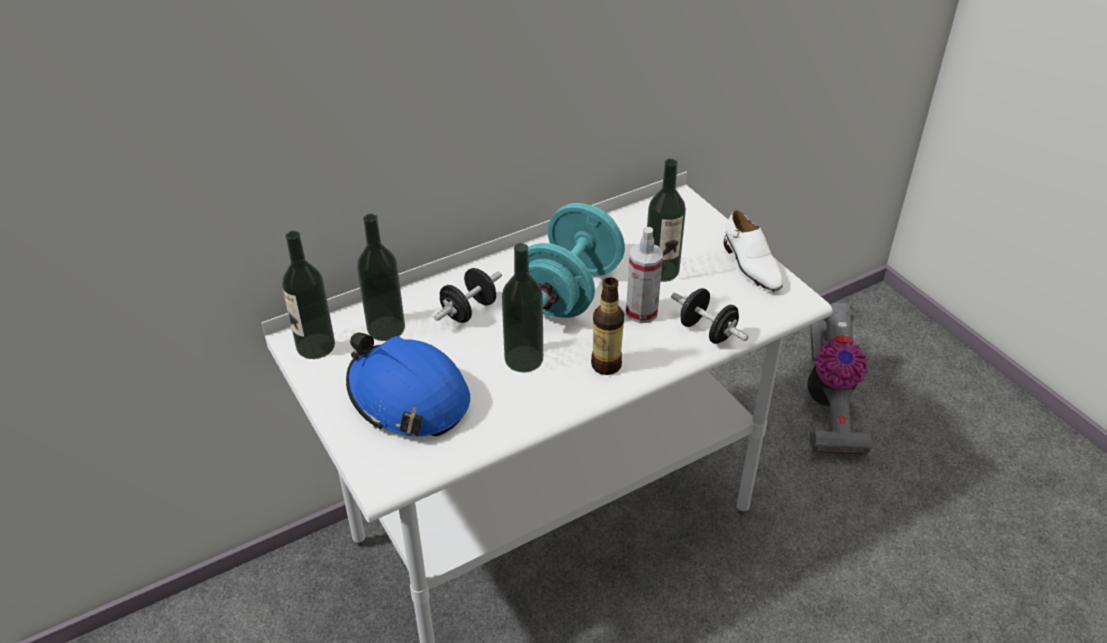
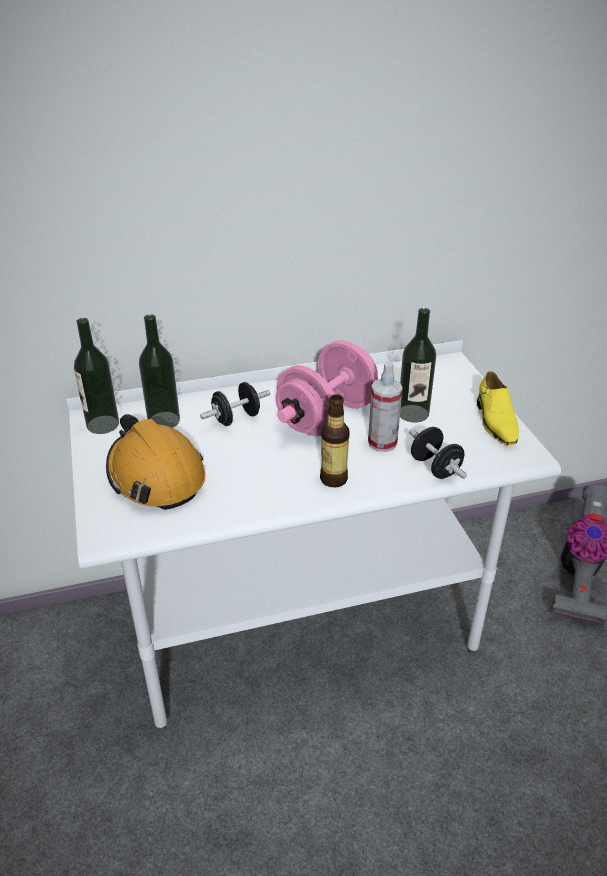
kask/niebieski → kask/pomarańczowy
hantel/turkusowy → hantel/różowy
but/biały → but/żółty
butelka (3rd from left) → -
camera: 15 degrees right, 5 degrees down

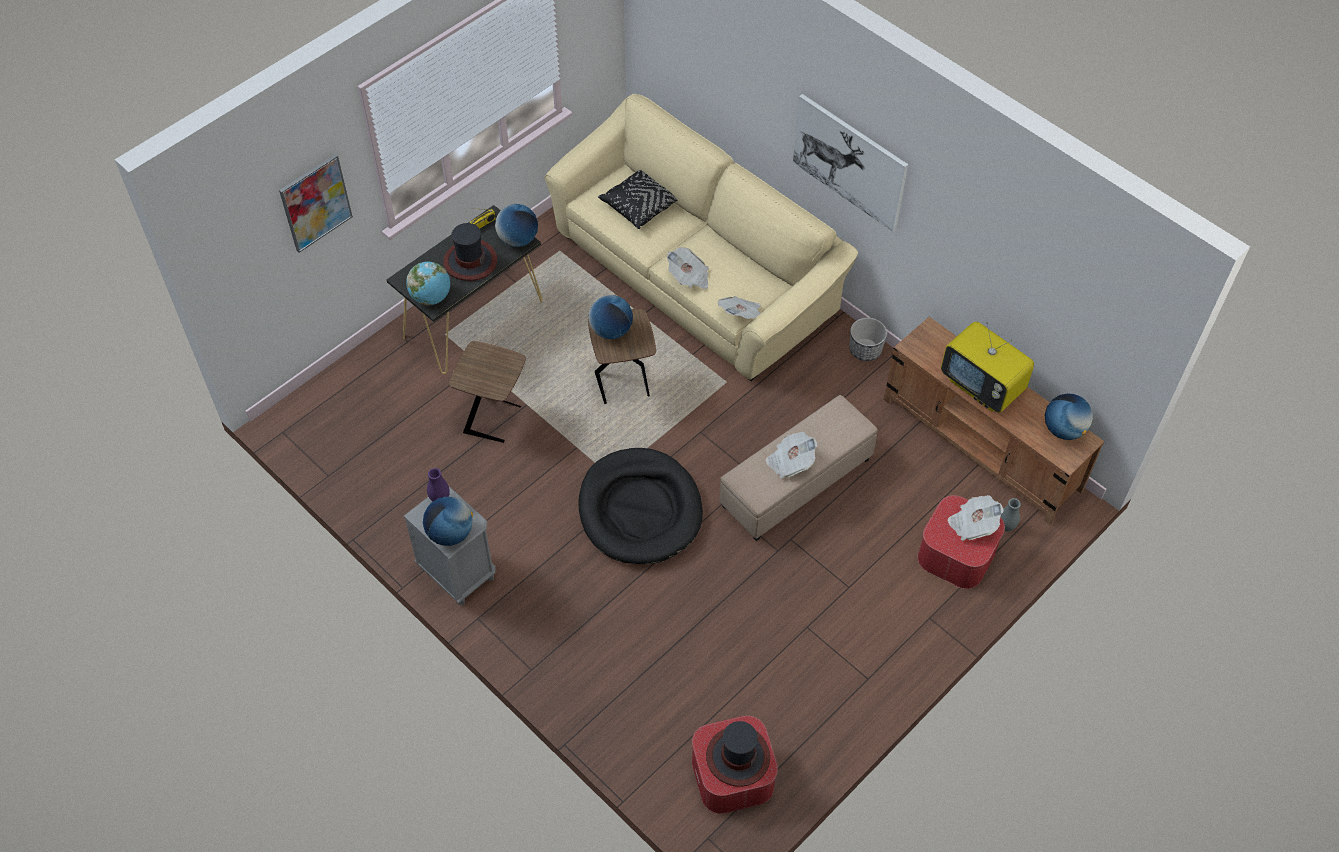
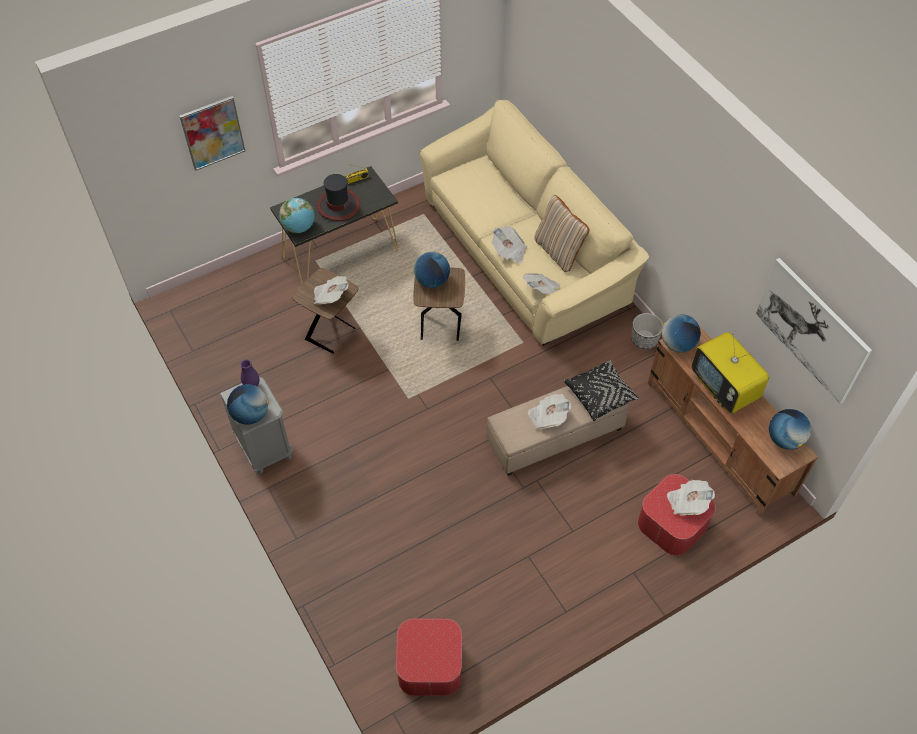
- → gazeta (1st from left)
- → poduszka/beżowy
poduszka/czarny, move
globus (3rd from left in the first image) → globus (4th from left), move
obraz (2nd from left), move
legowisko/czarny → -
kapelusz (2nd from left) → -
wazon/szary → -
camera: 15 degrees right, 0 degrees up

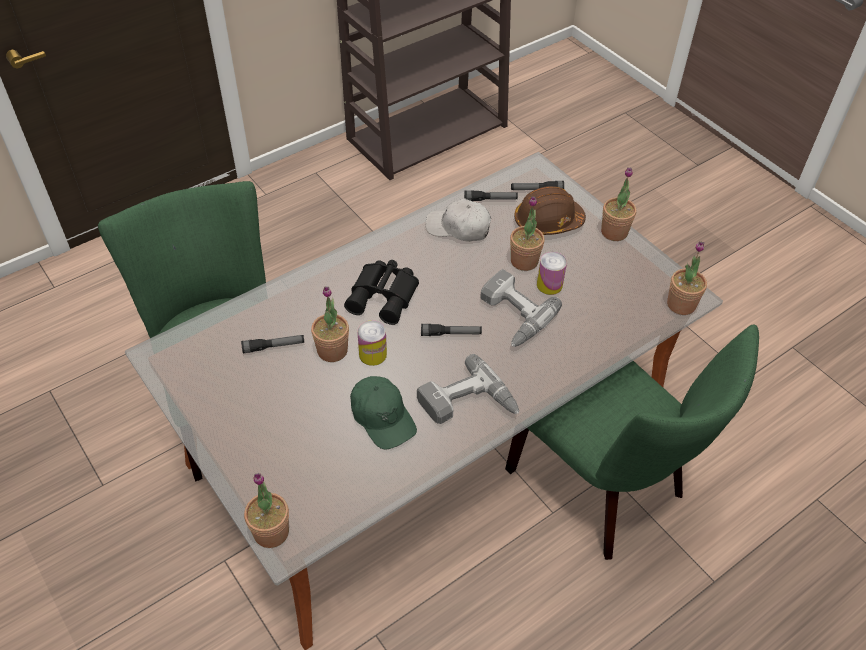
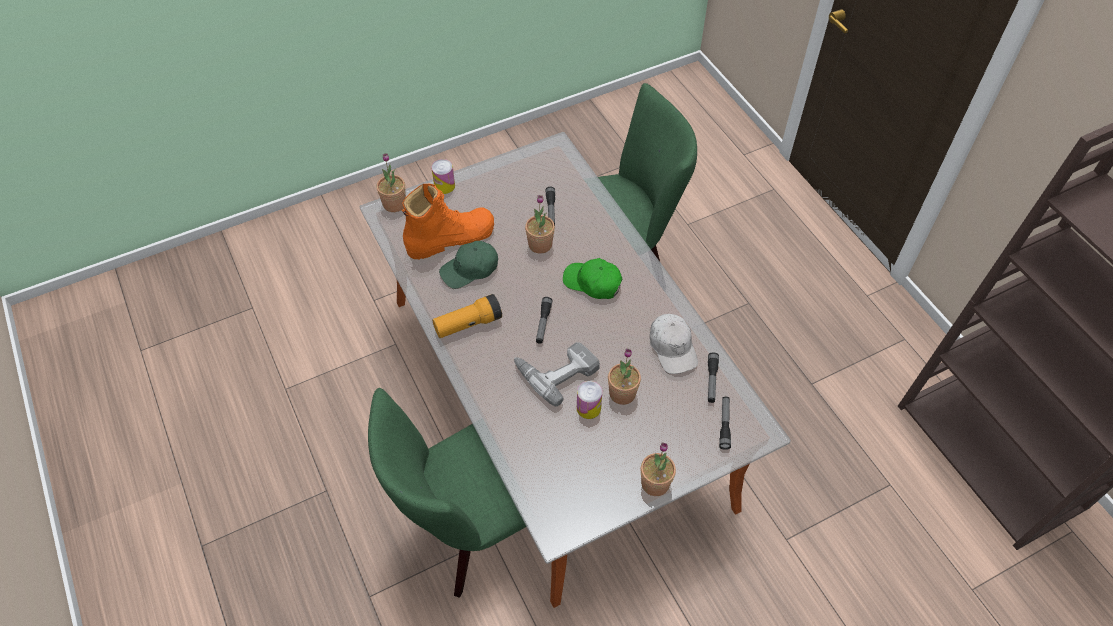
- → but z cholewką/pomarańczowy
puszka (1st from left), move
wiertarka (1st from left) → latarka (1st from left)
lornetka/czarny → czapka z daszkiem/zielony (2nd from left)
czapka z daszkiem/biały, 135 degrees clockwise
kask/brązowy → -
roślina doniczkowa (5th from left) → -
camera: 100 degrees right, 5 degrees up

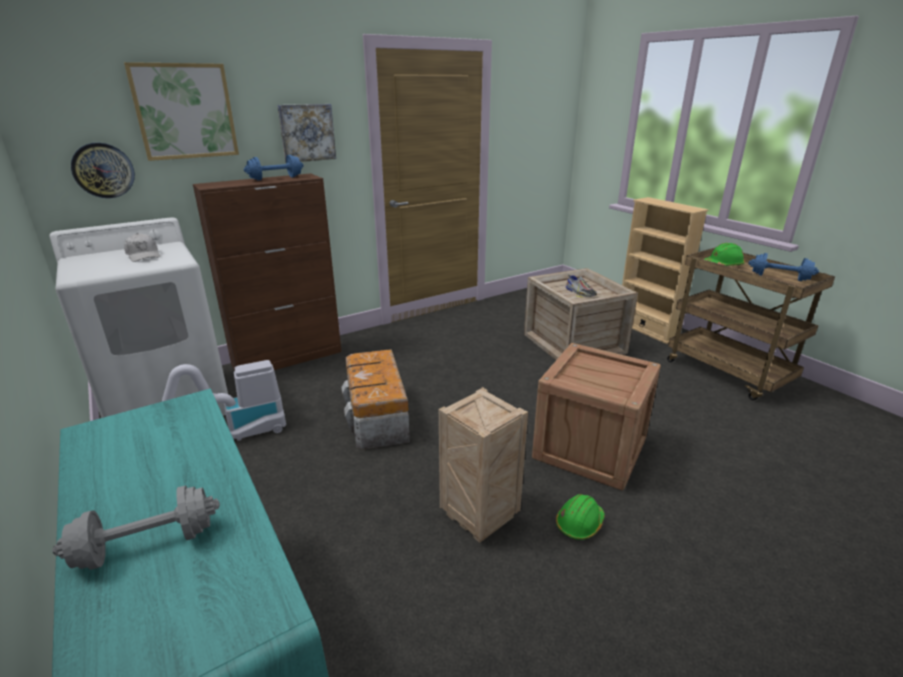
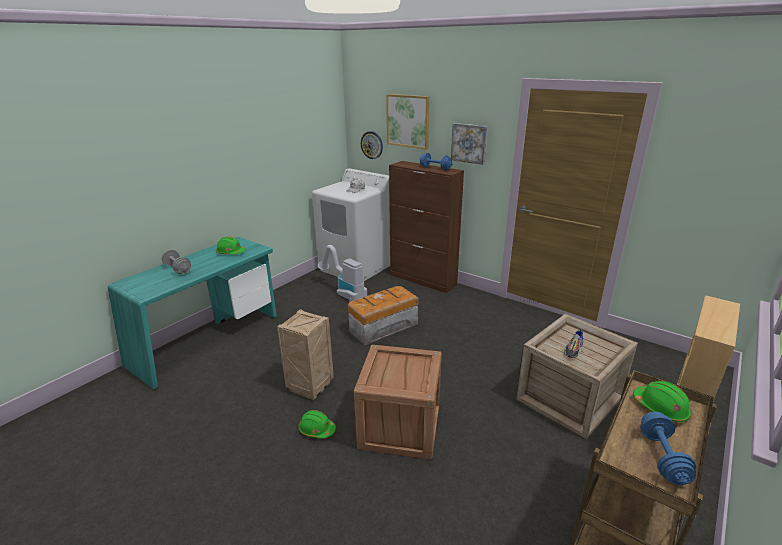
- → kask/zielony (1st from left)
camera: 70 degrees right, 0 degrees up

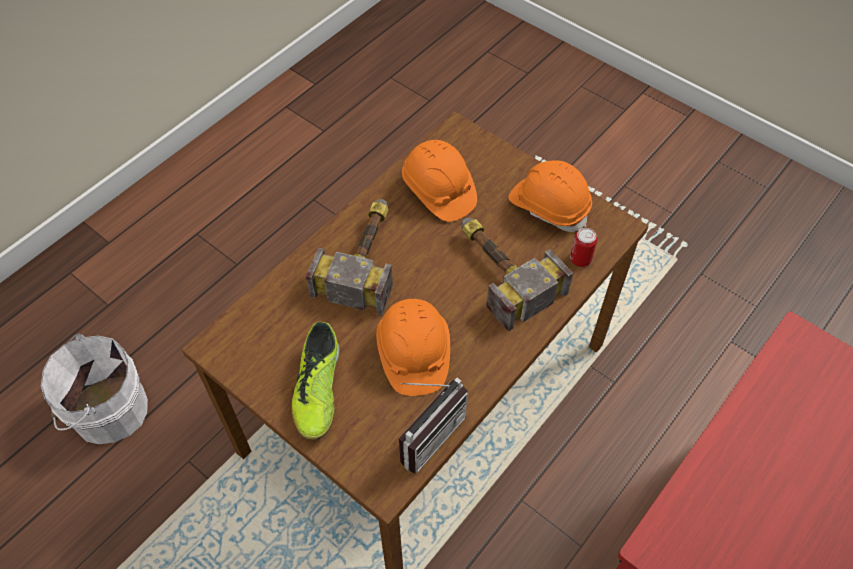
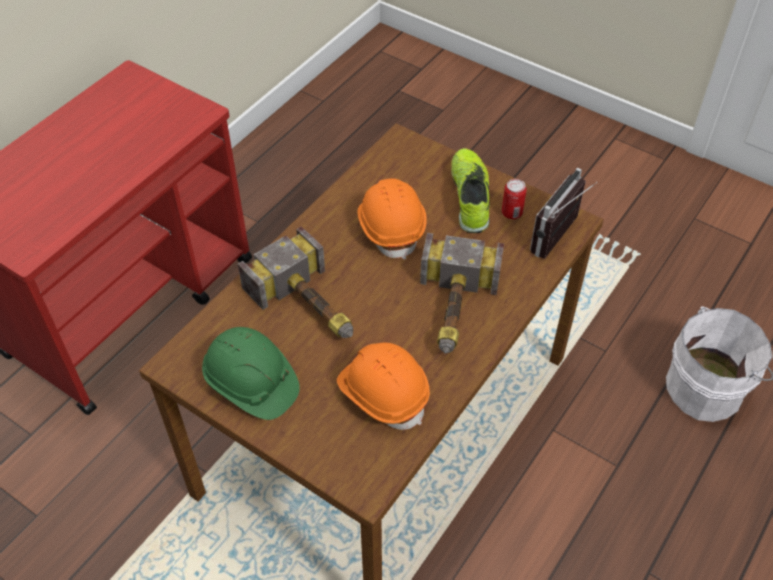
kask/pomarańczowy (3rd from left) → kask/zielony
puszka, move
radio, move
camera: 175 degrees right, 5 degrees down

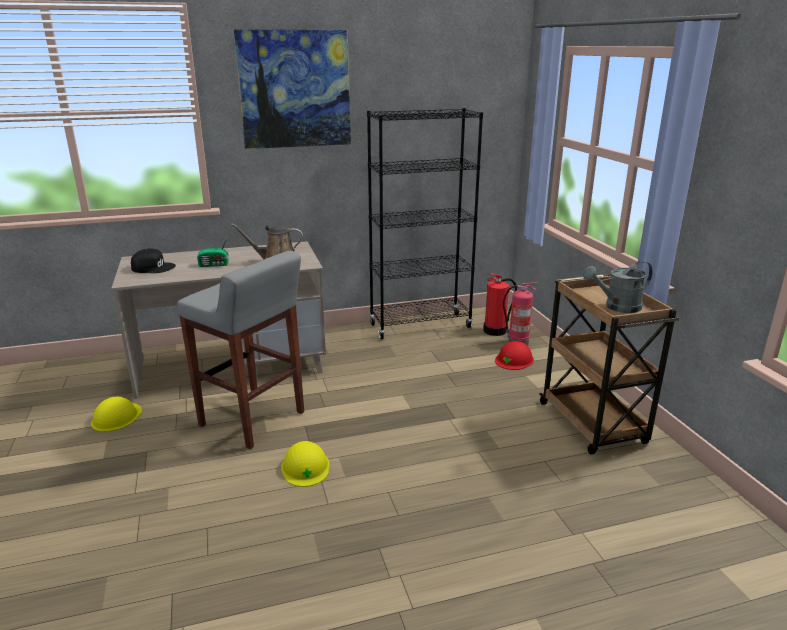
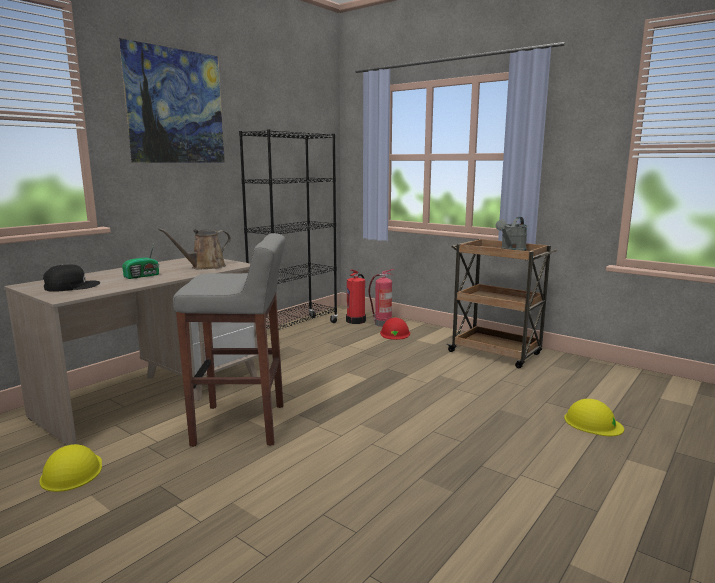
kask/żółty (2nd from left), move
camera: 35 degrees left, 10 degrees down

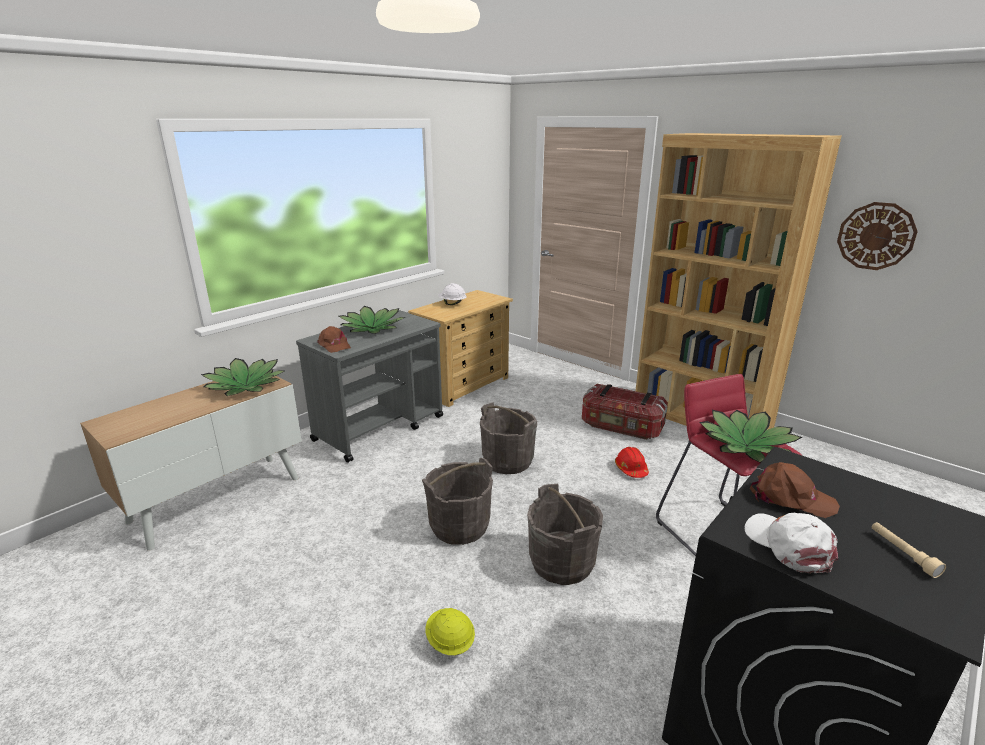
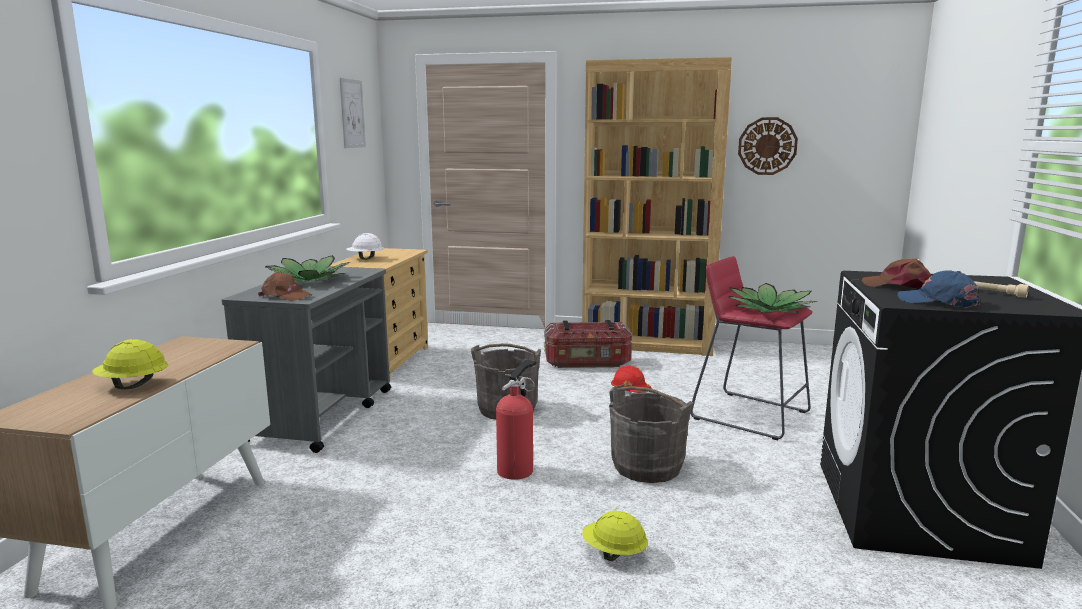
- → kask/żółty (1st from left)
- → obraz
wiadro/szary (1st from left) → gaśnica
czapka z daszkiem/brązowy (2nd from left), 135 degrees counterclockwise
czapka z daszkiem/biały → czapka z daszkiem/niebieski
roślina doniczkowa (1st from left) → -
camera: 30 degrees left, 10 degrees down

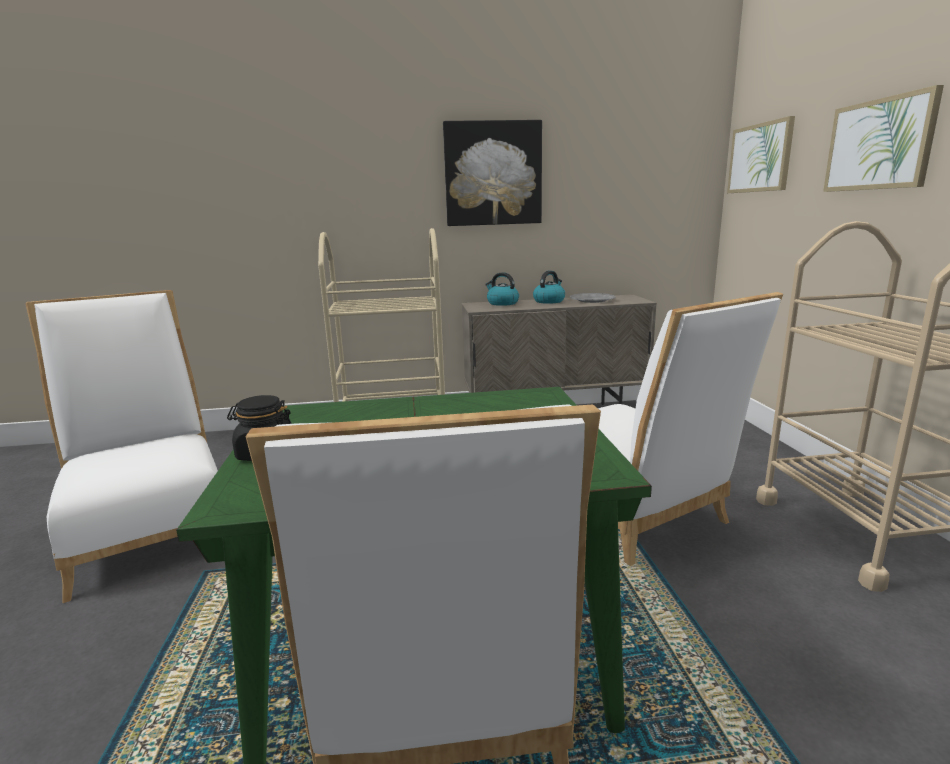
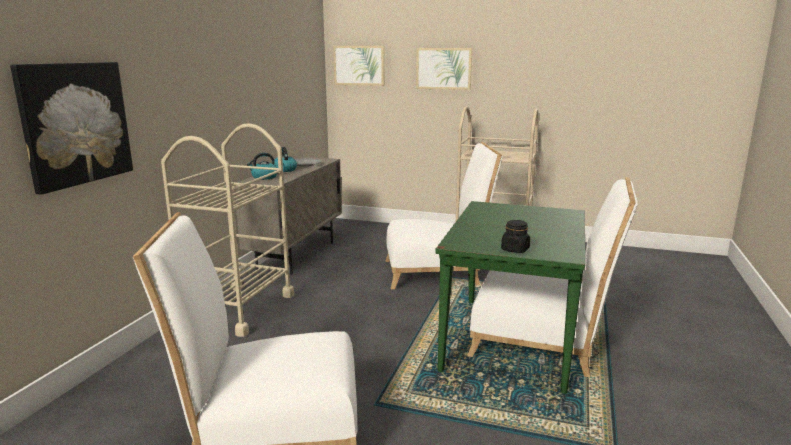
obraz (1st from left), move
camera: 65 degrees left, 0 degrees up

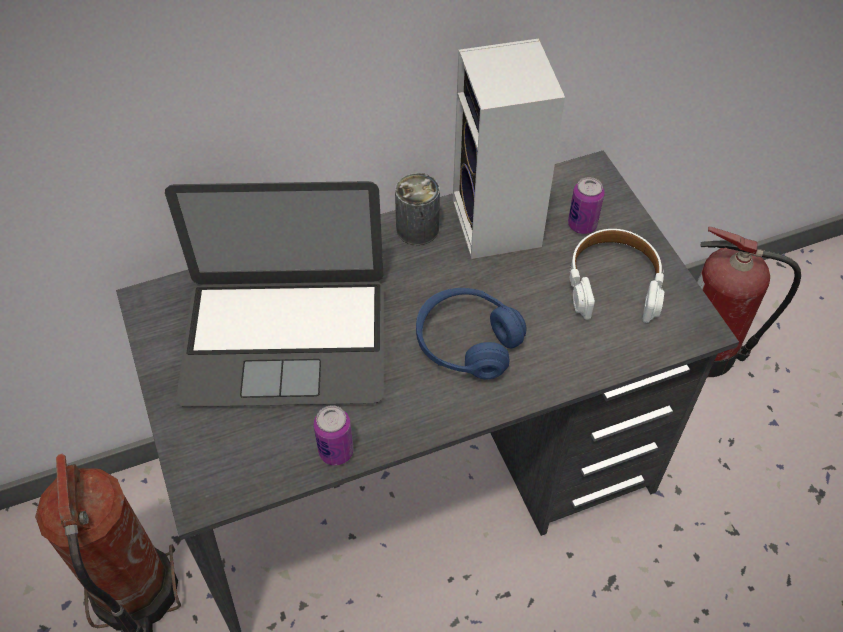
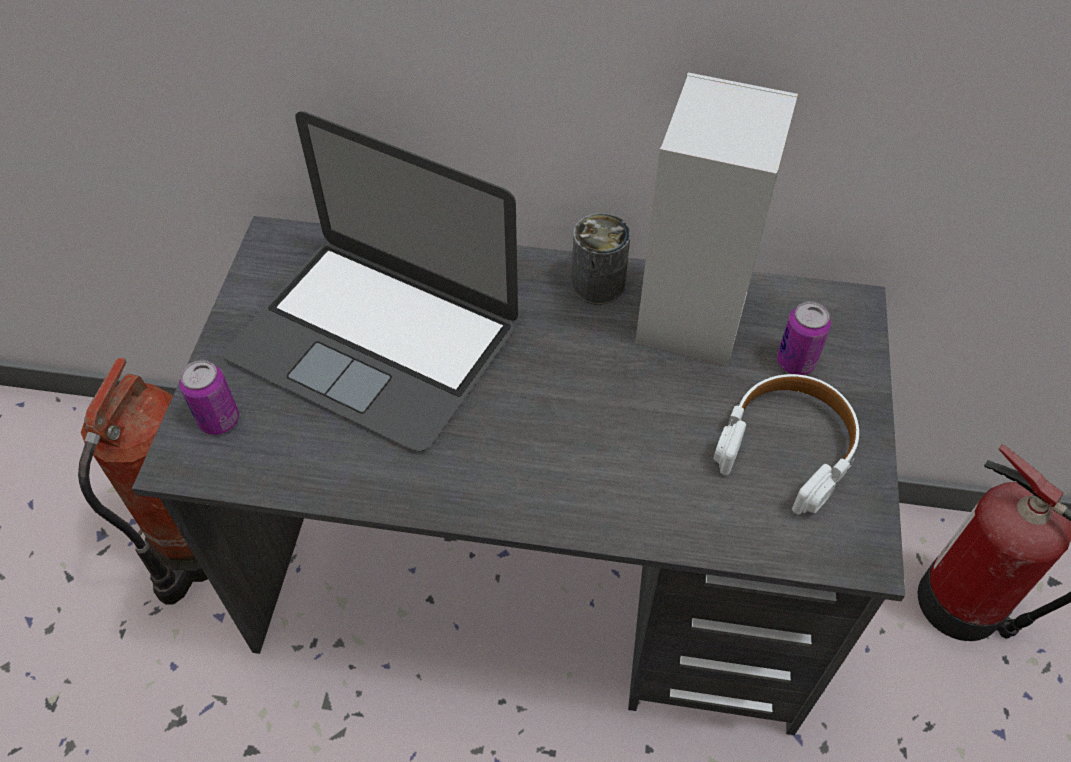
puszka (1st from left), move
słuchawki/niebieski → -
camera: 30 degrees right, 0 degrees up

